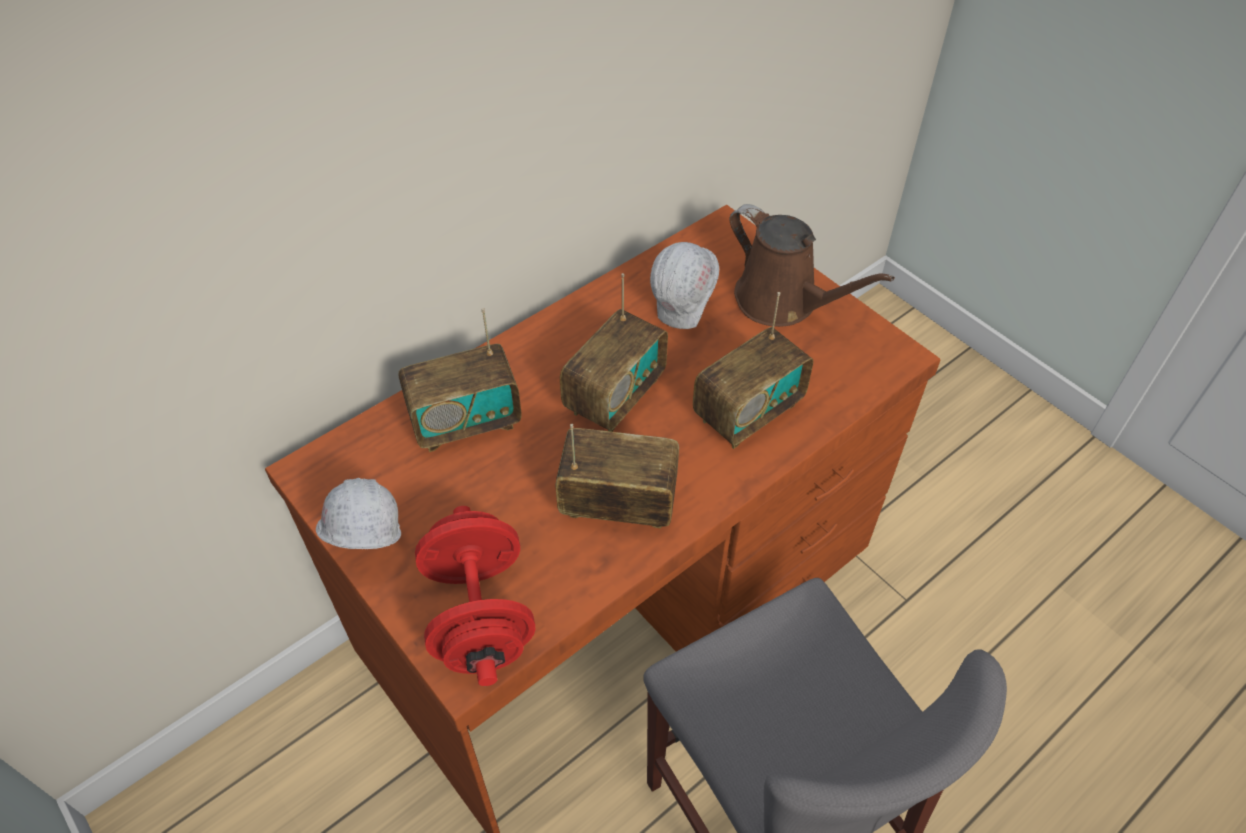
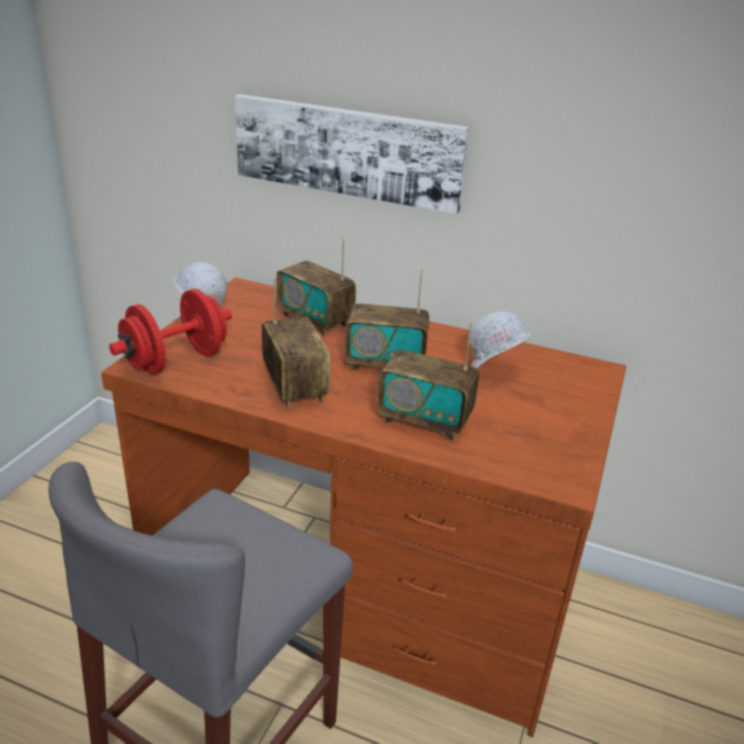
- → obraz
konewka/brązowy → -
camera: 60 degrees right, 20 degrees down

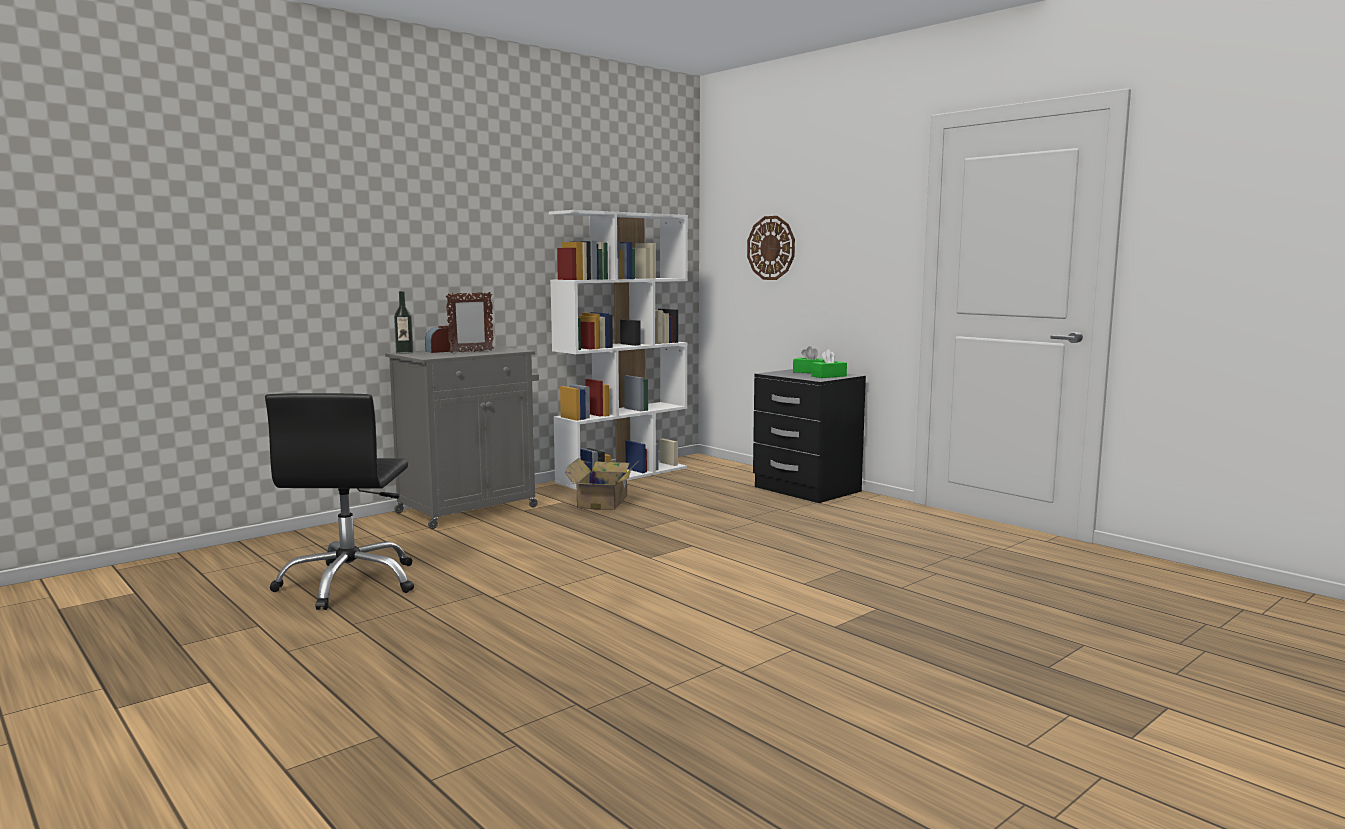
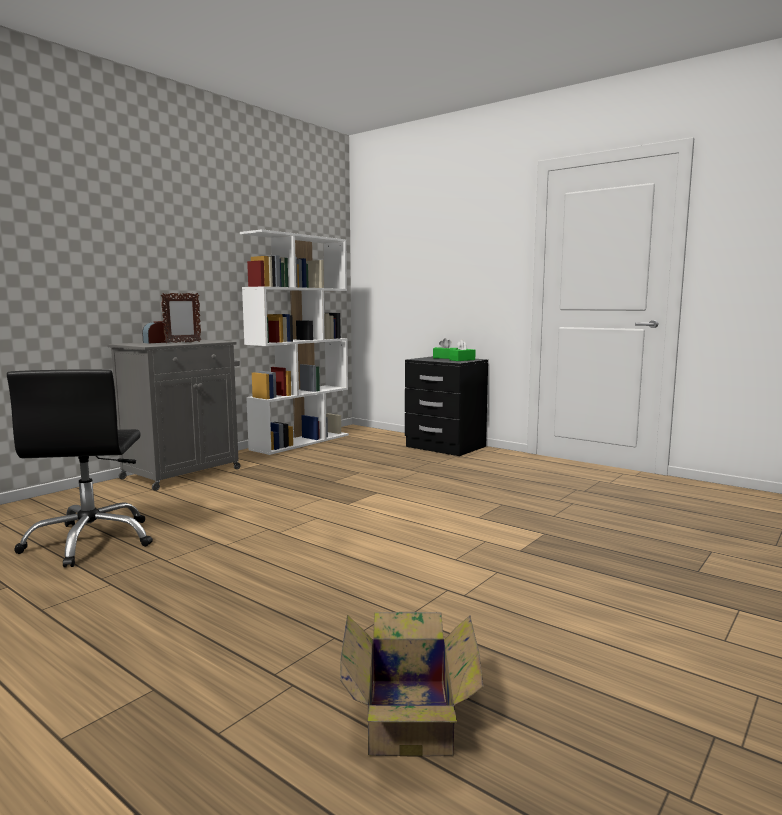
karton, move
butelka → -
zegar ścienny → -
camera: 10 degrees left, 0 degrees up

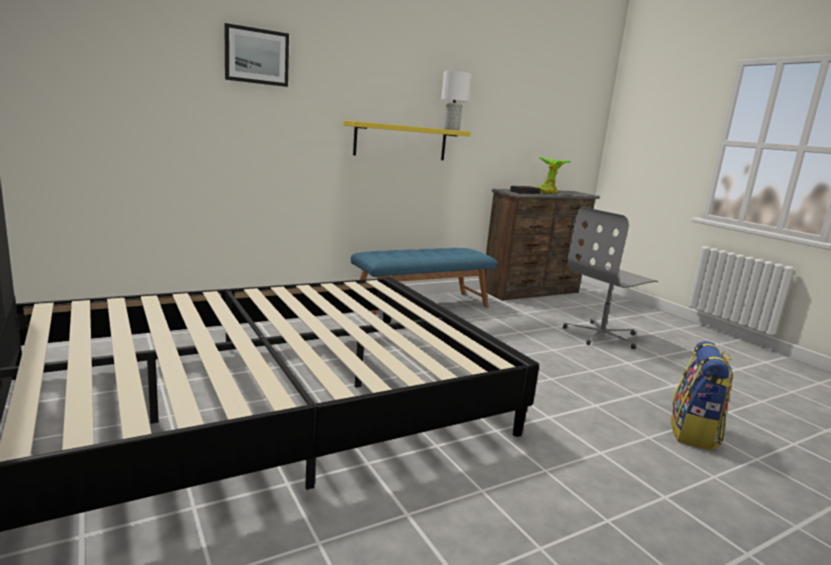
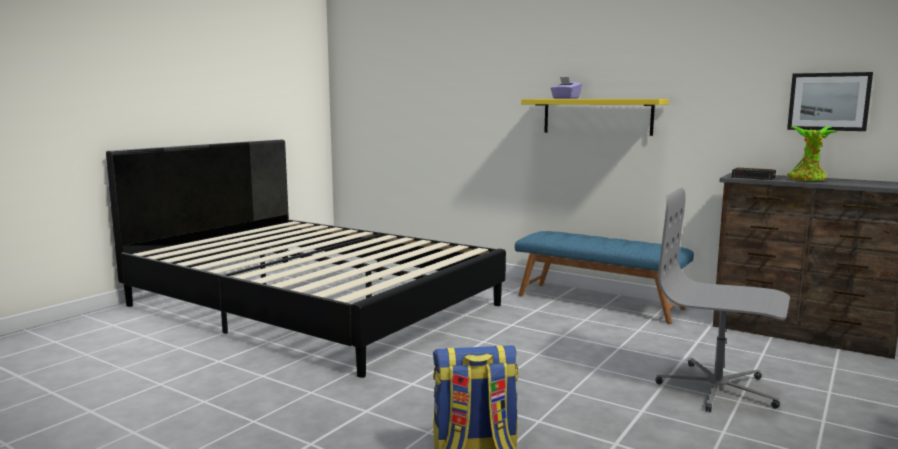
- → pudełko chusteczek/fioletowy
obraz, move
lampa stołowa/biały → -
camera: 65 degrees right, 5 degrees down

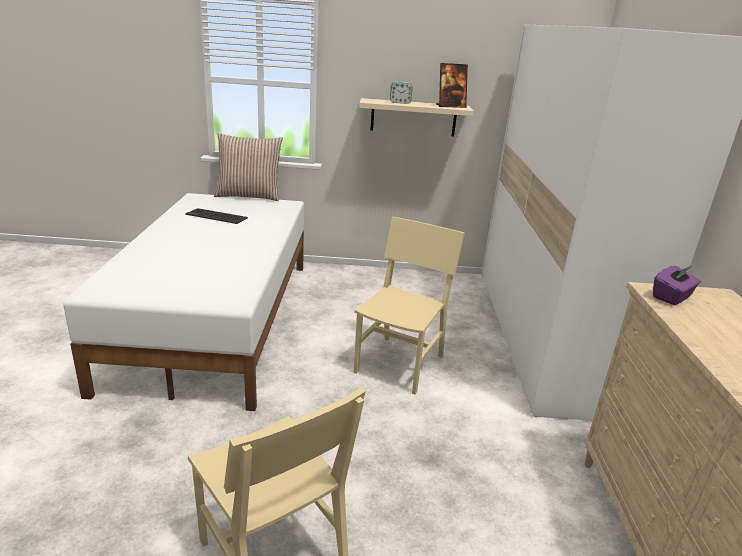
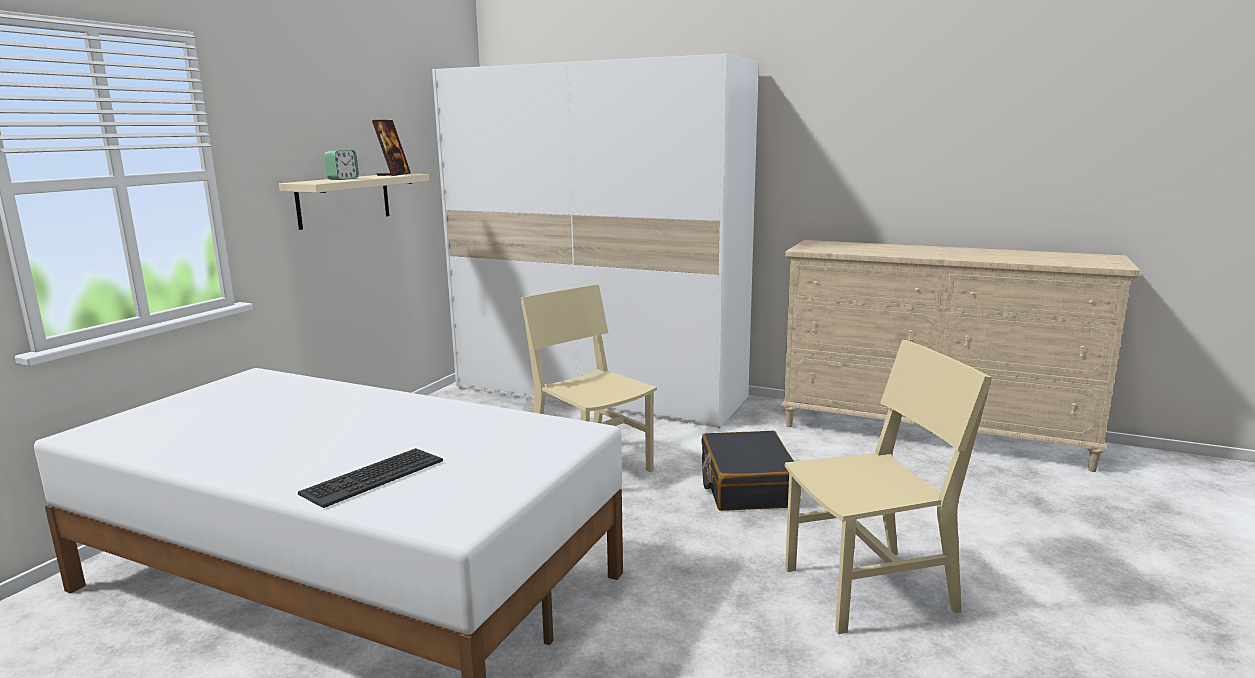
klawiatura, move
- → walizka/czarny
poduszka → -
pudełko chusteczek/fioletowy → -
camera: 65 degrees left, 10 degrees down

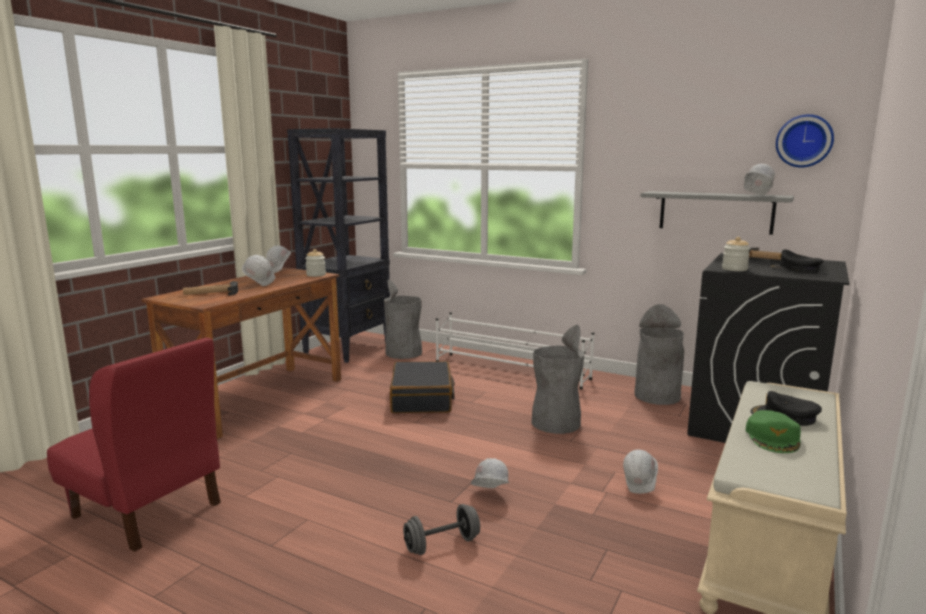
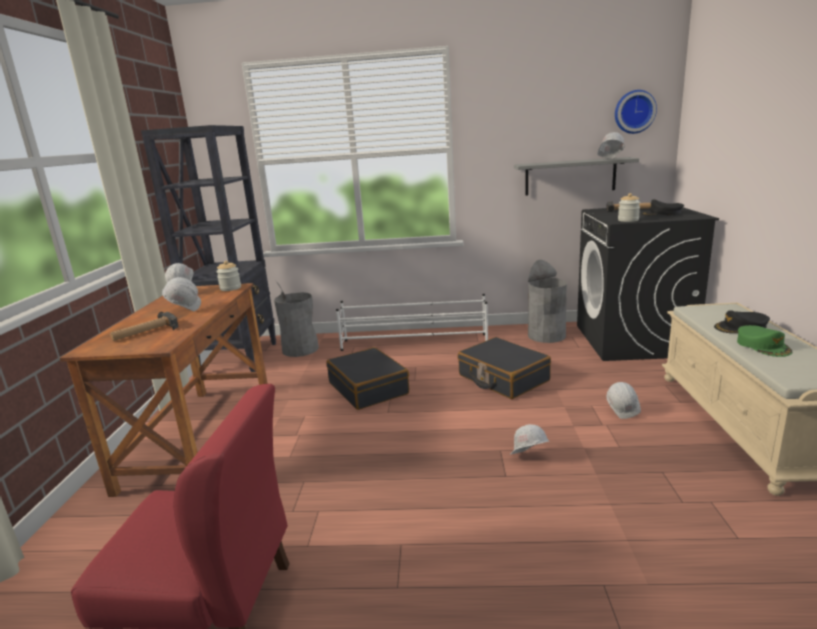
kosz na śmieci/szary (2nd from left) → walizka/czarny (2nd from left)
hantel/szary → -
camera: 25 degrees left, 5 degrees up

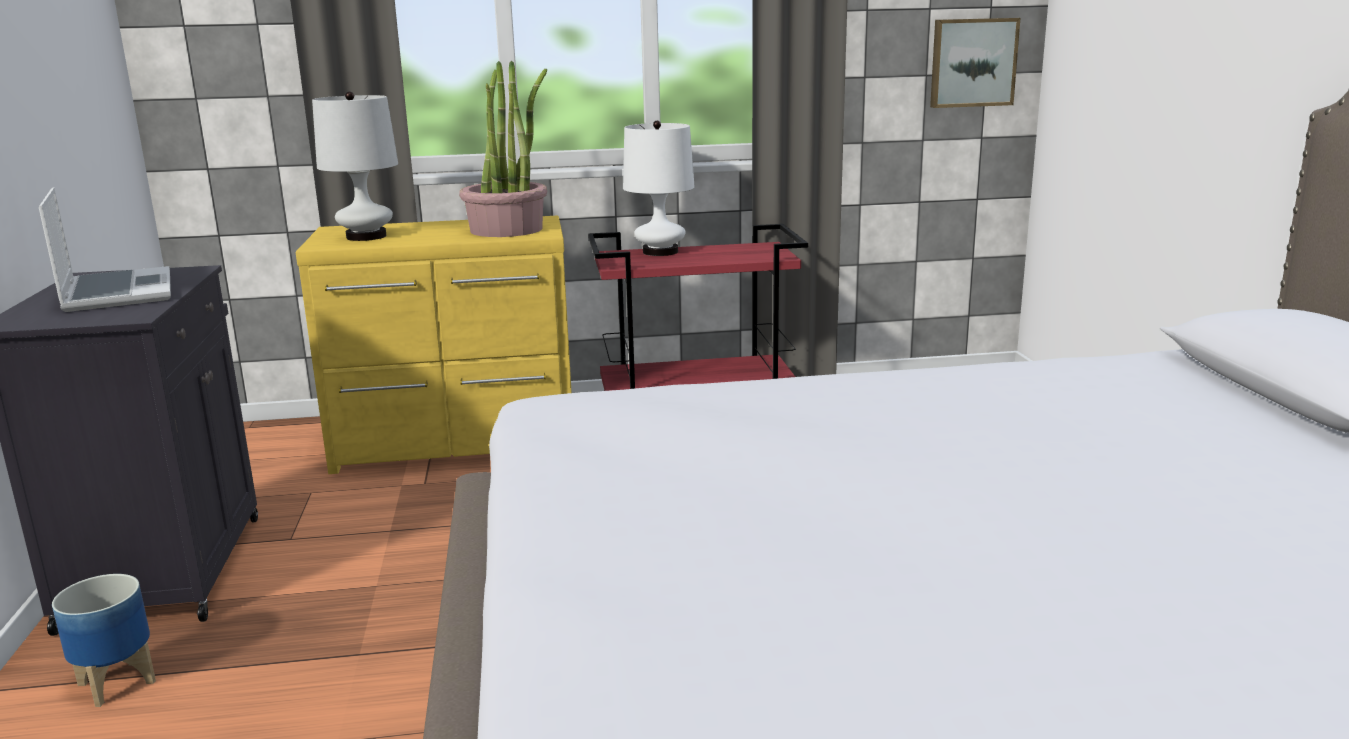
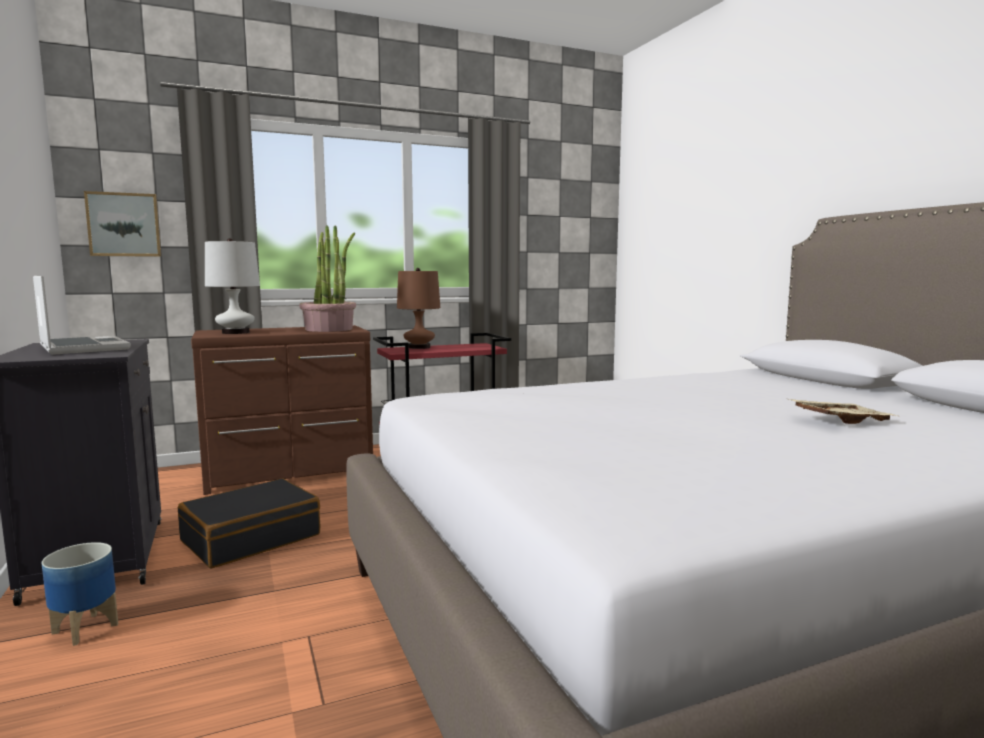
obraz, move
- → walizka/czarny
komoda/żółty → komoda/brązowy
lampa stołowa/biały (2nd from left) → lampa stołowa/brązowy
- → taca/beżowy
camera: 15 degrees left, 10 degrees down

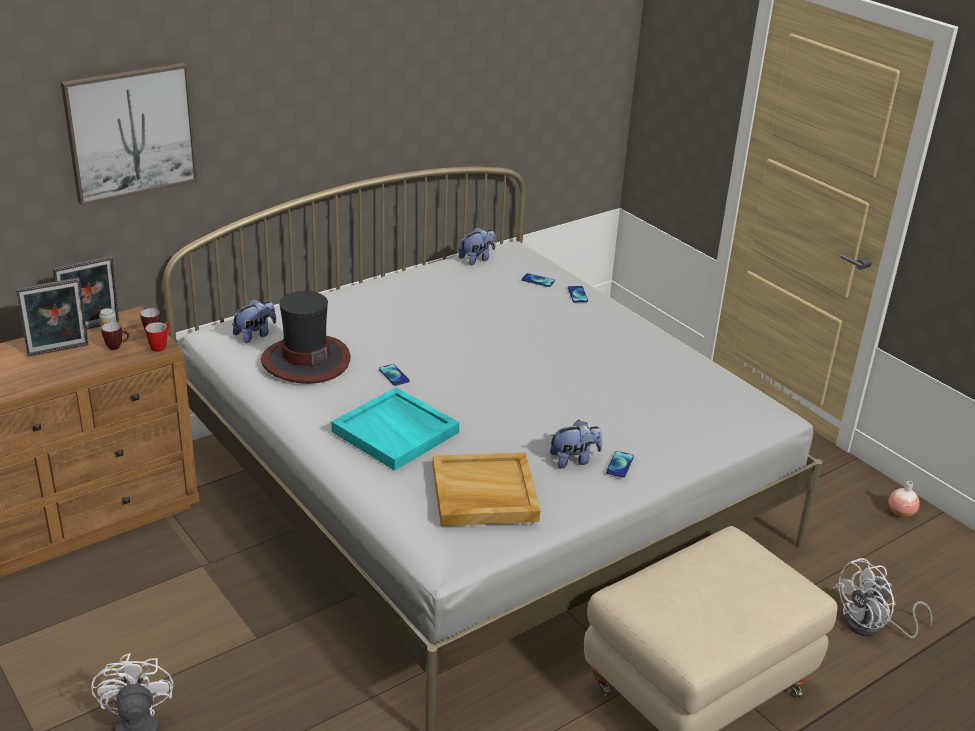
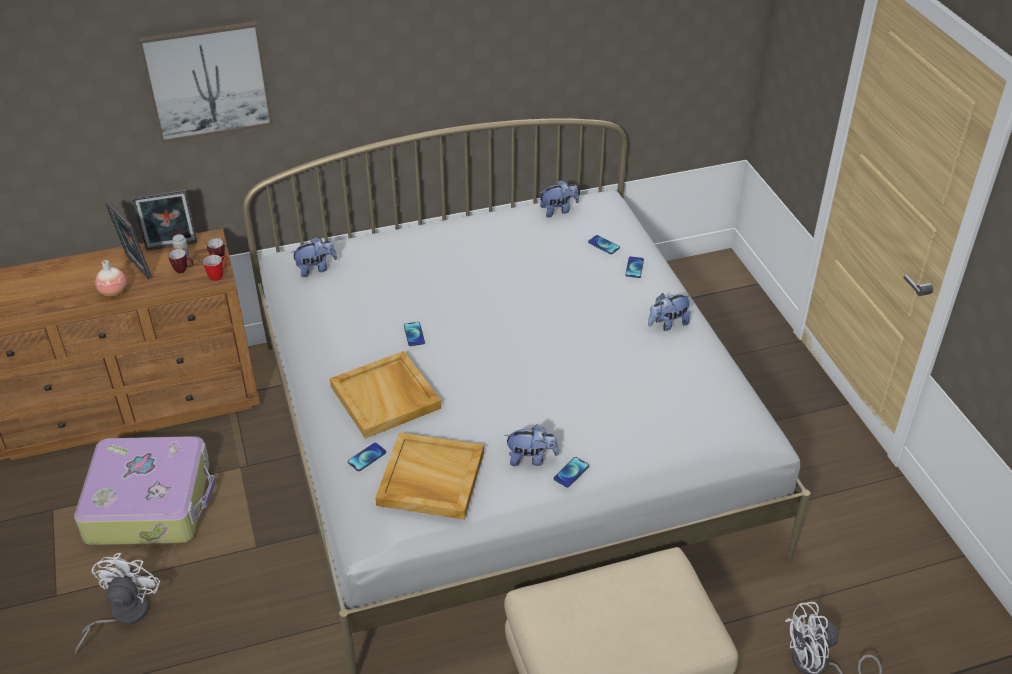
- → walizka
wazon, move
ramka na zdjęcie (1st from left), 60 degrees clockwise
taca/turkusowy → taca/beżowy (1st from left)
- → telefon (1st from left)
- → pluszak (4th from left)
kapelusz → -
camera: 20 degrees right, 10 degrees up

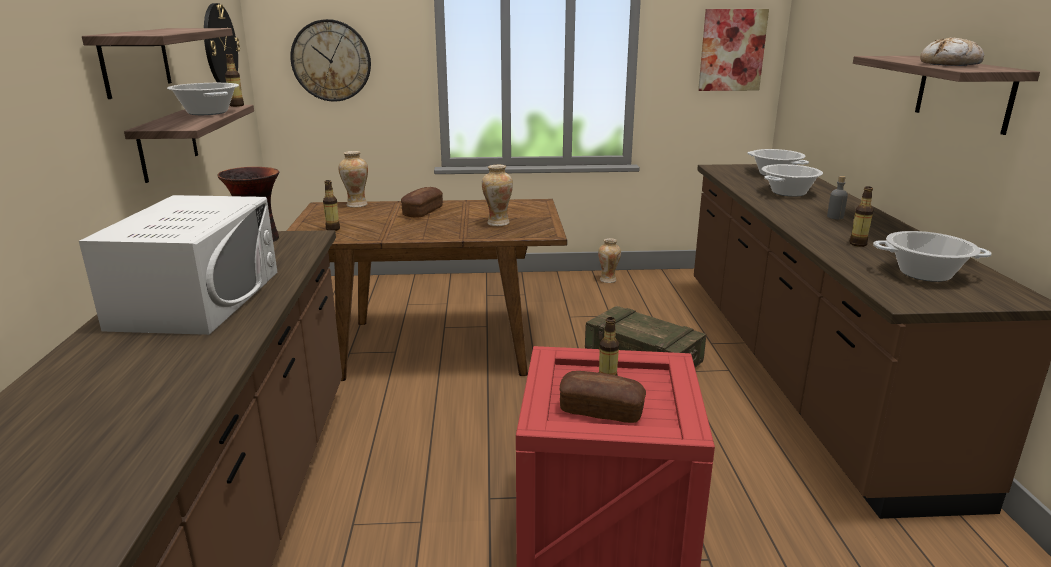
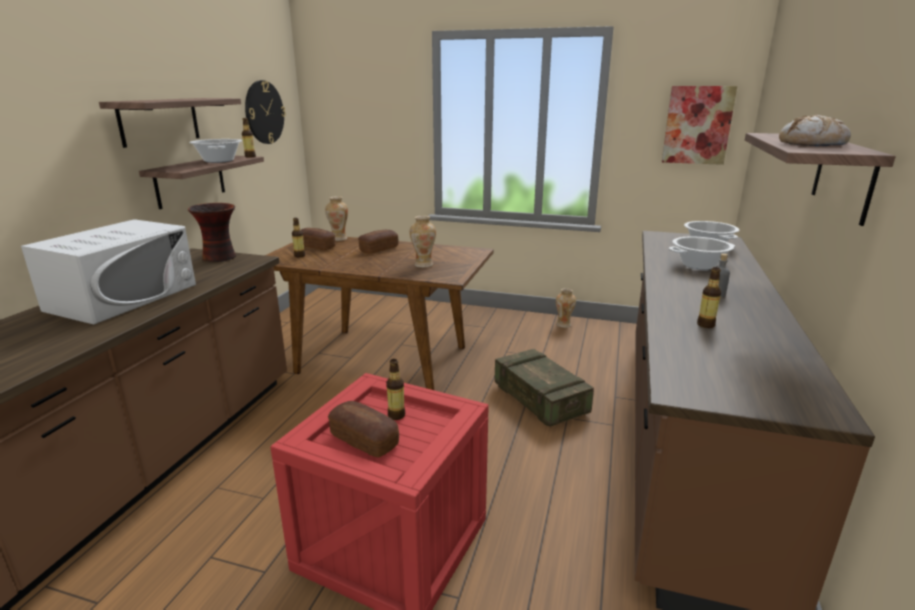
- → chleb (1st from left)
zegar ścienny (2nd from left) → -
garnek (4th from left) → -
camera: 20 degrees right, 0 degrees up

